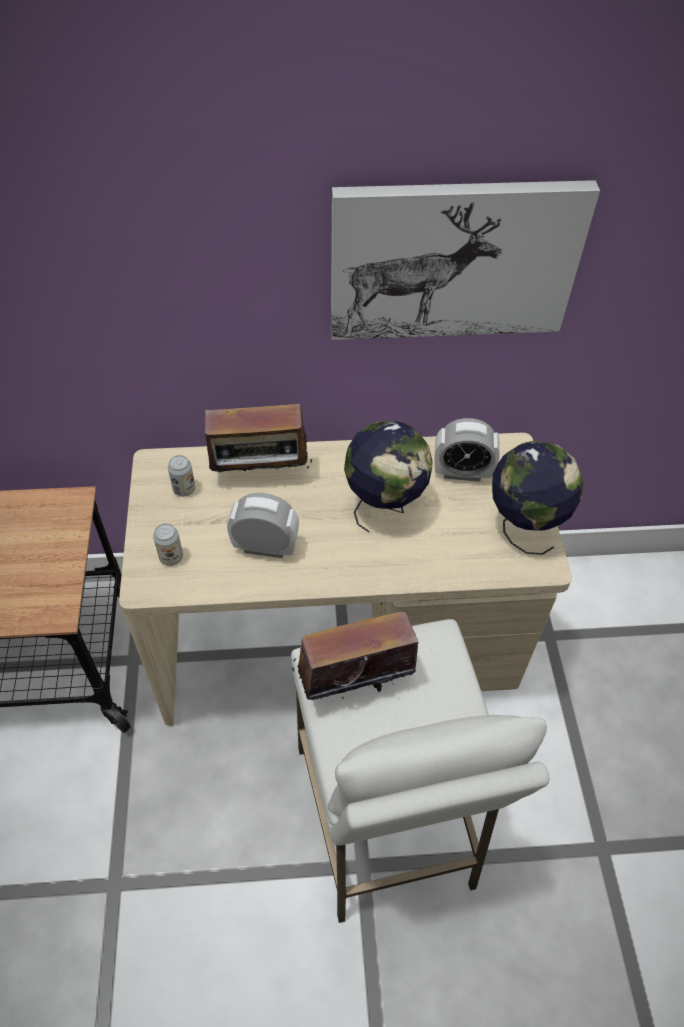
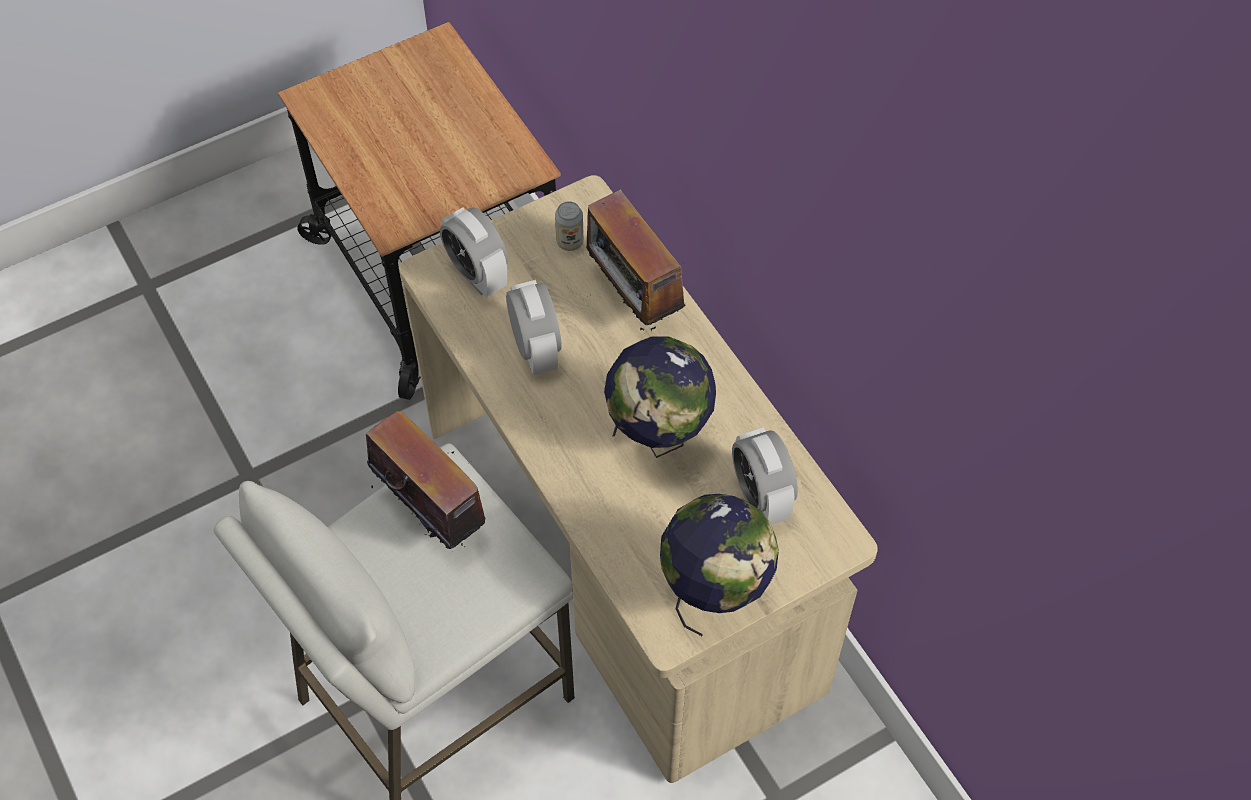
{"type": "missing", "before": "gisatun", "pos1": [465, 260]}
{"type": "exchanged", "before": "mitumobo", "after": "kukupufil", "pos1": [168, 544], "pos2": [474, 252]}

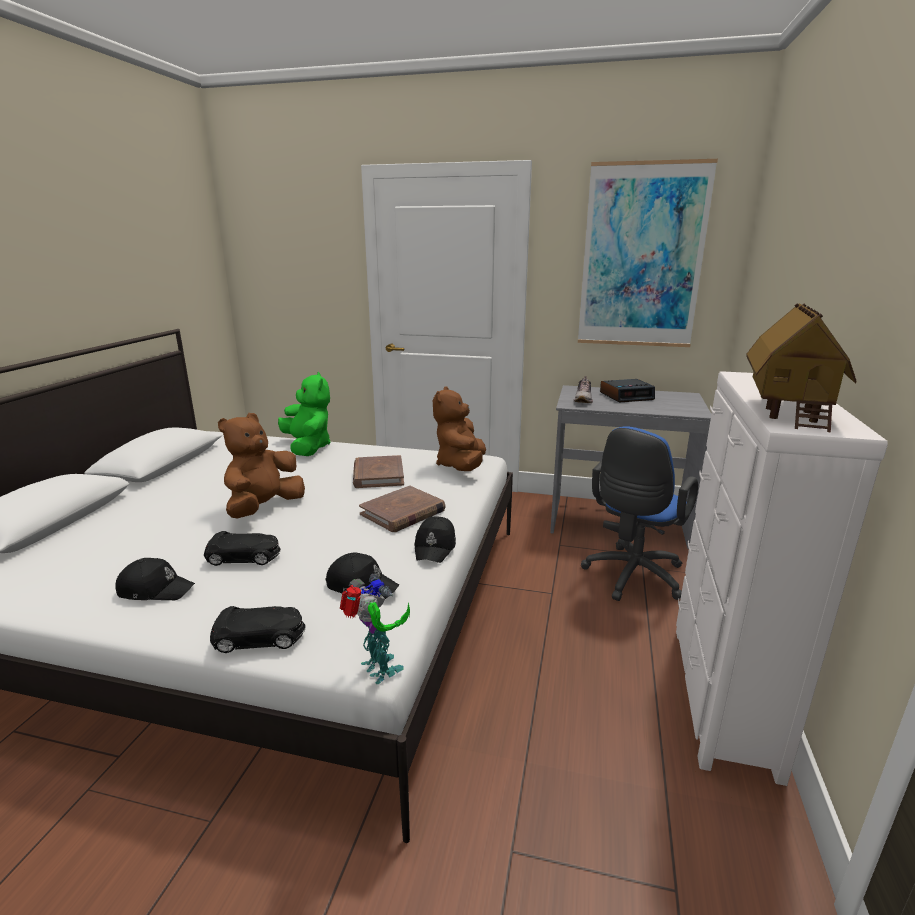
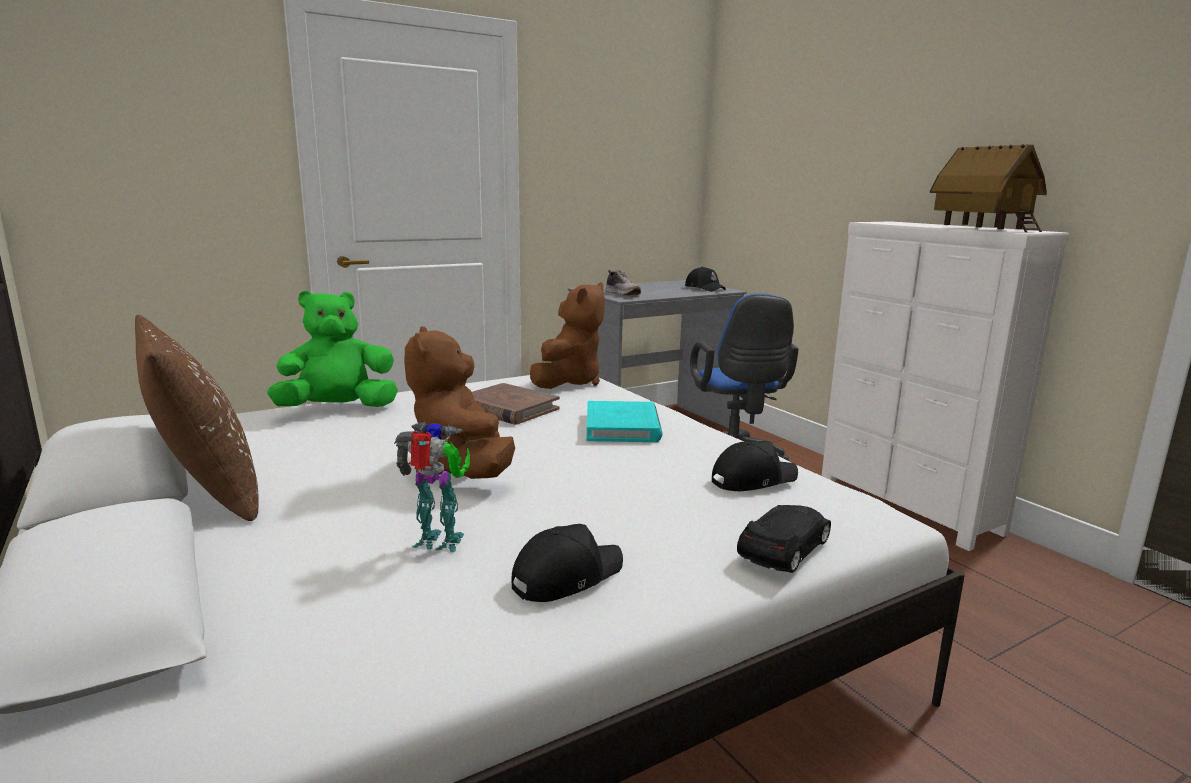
{"type": "missing", "before": "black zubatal", "pos1": [242, 548]}
{"type": "missing", "before": "gisatun", "pos1": [648, 253]}
{"type": "missing", "before": "kukupufil", "pos1": [627, 391]}
{"type": "appeared", "after": "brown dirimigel", "pos2": [197, 418]}
{"type": "relocated", "before": "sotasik", "pos1": [375, 629], "pos2": [432, 487]}
{"type": "relocated", "before": "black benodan", "pos1": [435, 540], "pos2": [705, 279]}
{"type": "colour", "before": "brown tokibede", "after": "turquoise tokibede", "pos1": [402, 509], "pos2": [624, 421]}
{"type": "spun", "before": "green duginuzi", "pos1": [304, 414], "pos2": [332, 348], "turn": -45}
{"type": "spun", "before": "brown duginuzi", "pos1": [459, 428], "pos2": [567, 335], "turn": -120}

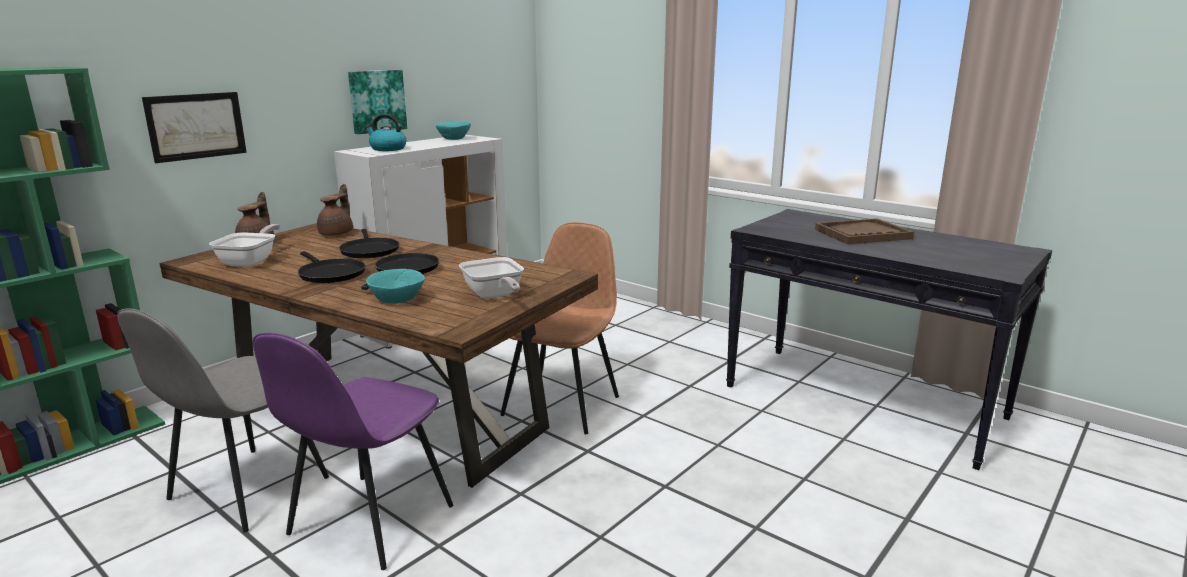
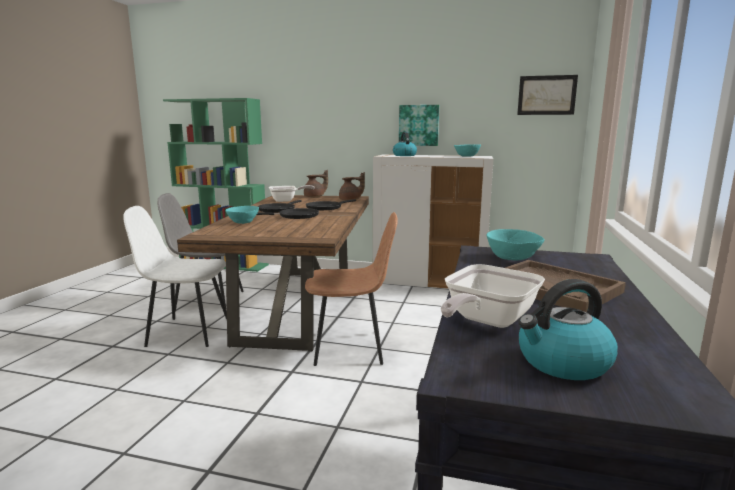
{"type": "appeared", "after": "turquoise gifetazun", "pos2": [515, 244]}
{"type": "appeared", "after": "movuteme", "pos2": [568, 329]}
{"type": "relocated", "before": "gisatun", "pos1": [194, 127], "pos2": [547, 95]}
{"type": "relocated", "before": "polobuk", "pos1": [491, 278], "pos2": [493, 296]}
{"type": "colour", "before": "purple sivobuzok", "after": "white sivobuzok", "pos1": [353, 451], "pos2": [175, 276]}

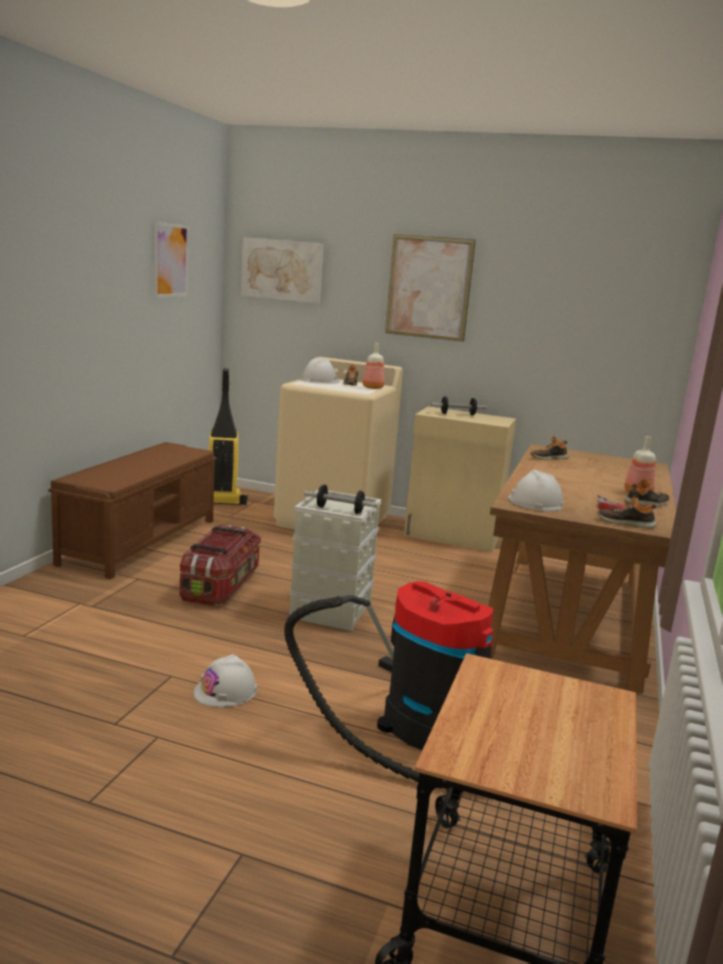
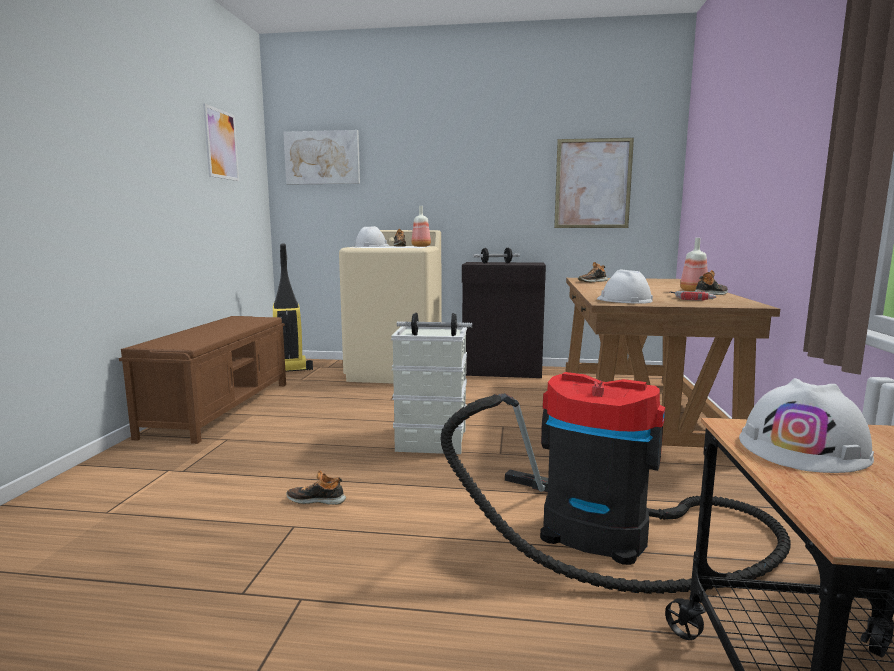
{"type": "missing", "before": "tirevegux", "pos1": [220, 565]}
{"type": "relocated", "before": "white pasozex", "pos1": [225, 680], "pos2": [806, 425]}
{"type": "relocated", "before": "gisatun", "pos1": [430, 288], "pos2": [594, 183]}
{"type": "relocated", "before": "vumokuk", "pos1": [627, 511], "pos2": [316, 488]}
{"type": "colour", "before": "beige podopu", "after": "black podopu", "pos1": [460, 479], "pos2": [504, 320]}

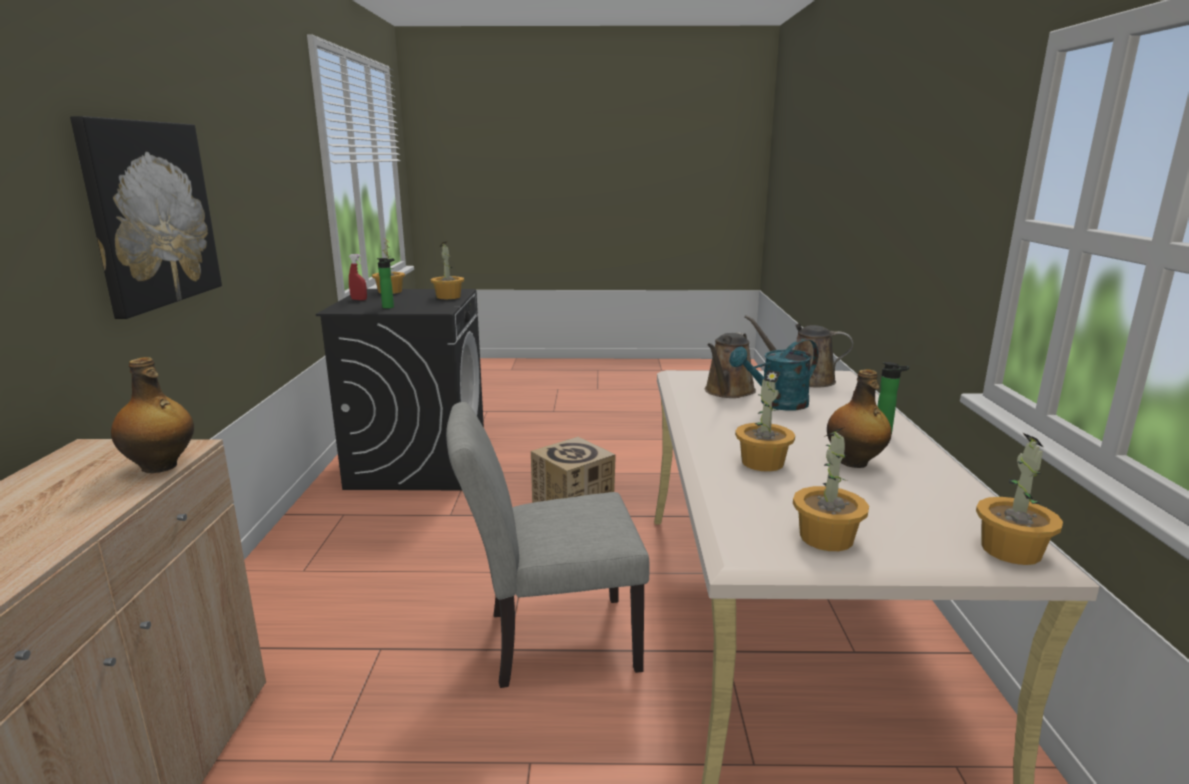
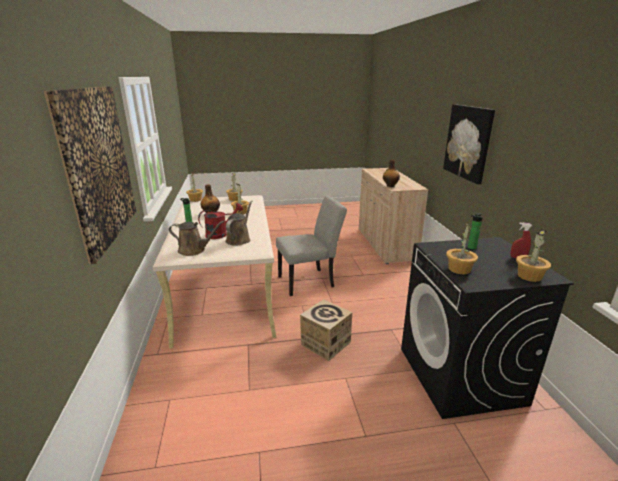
{"type": "appeared", "after": "gisatun", "pos2": [90, 175]}
{"type": "colour", "before": "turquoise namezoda", "after": "red namezoda", "pos1": [773, 374], "pos2": [220, 221]}

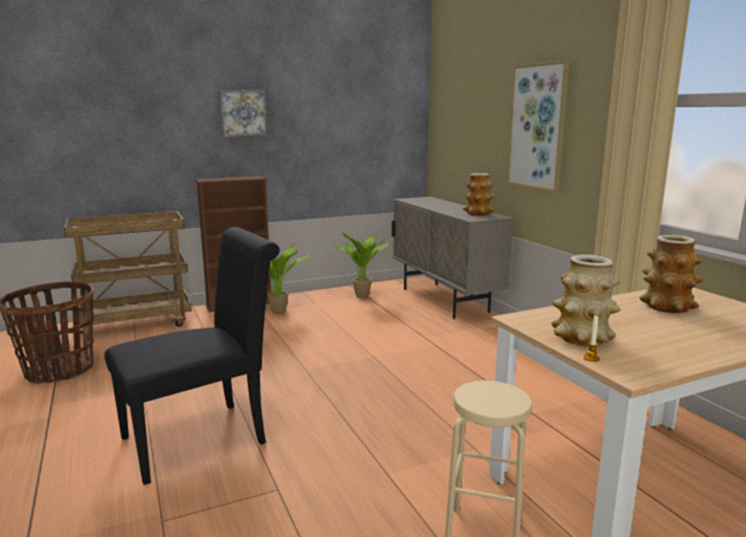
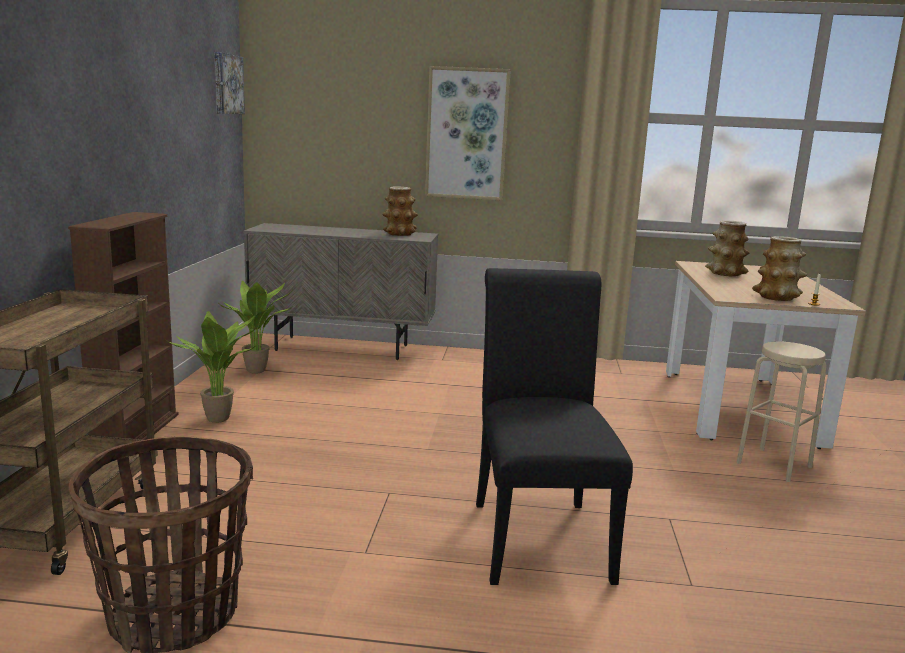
{"type": "relocated", "before": "gisatun", "pos1": [243, 113], "pos2": [229, 83]}

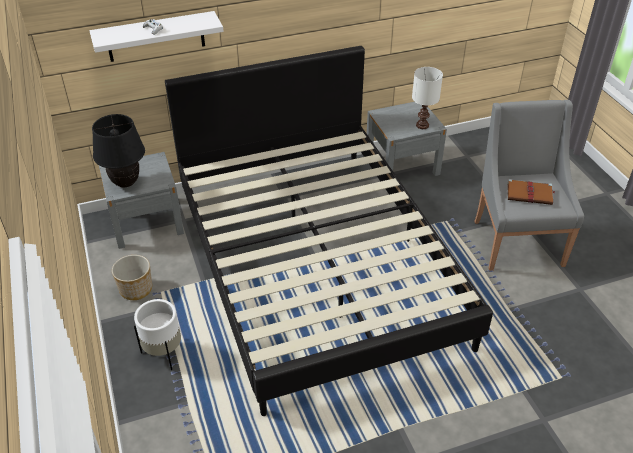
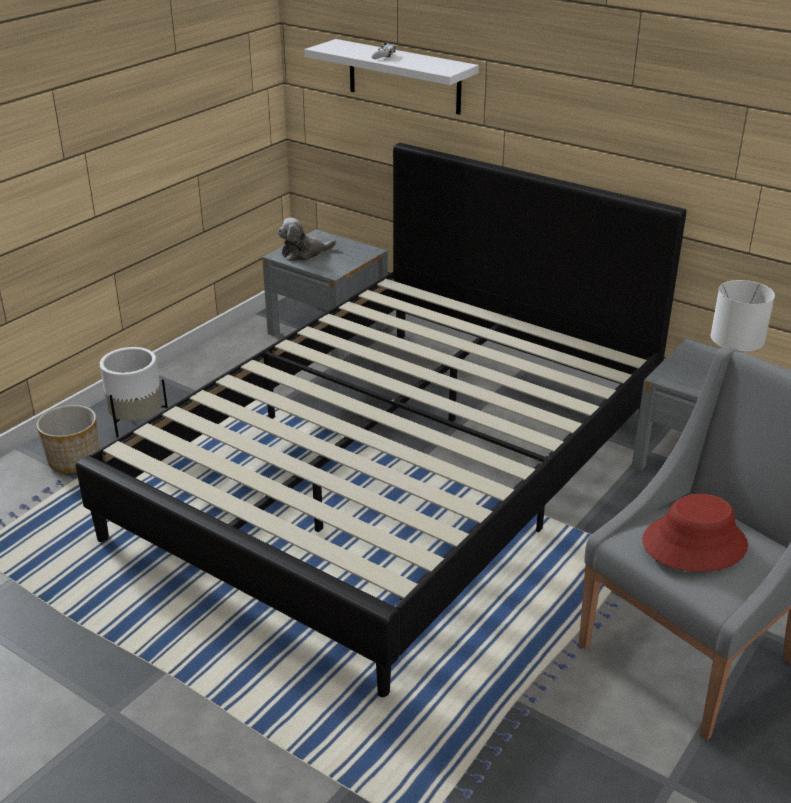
{"type": "relocated", "before": "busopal", "pos1": [132, 277], "pos2": [68, 439]}
{"type": "exchanged", "before": "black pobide", "after": "duginuzi", "pos1": [118, 151], "pos2": [307, 239]}
{"type": "exchanged", "before": "brown tokibede", "after": "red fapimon", "pos1": [531, 192], "pos2": [695, 533]}

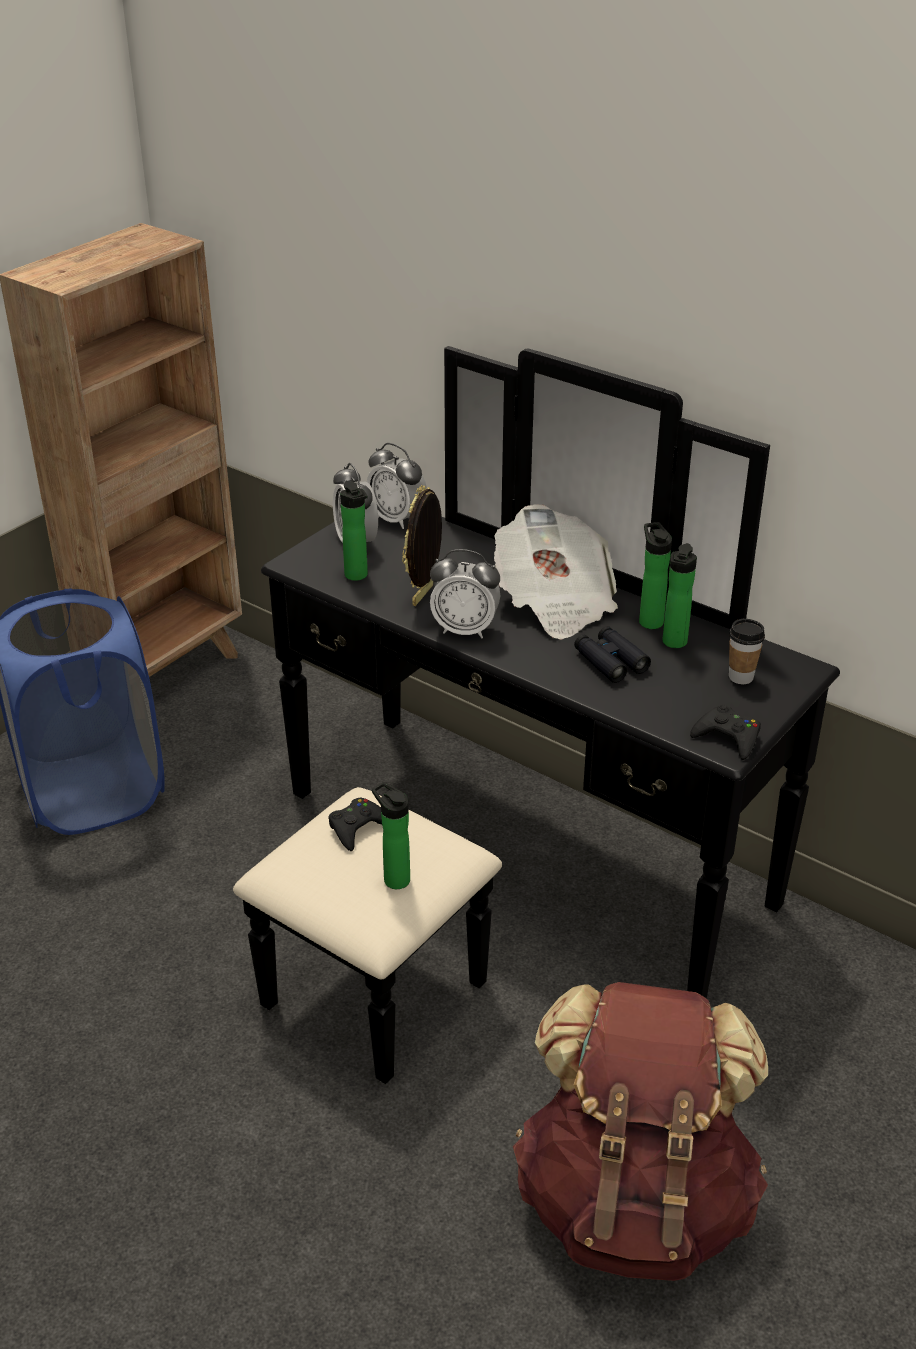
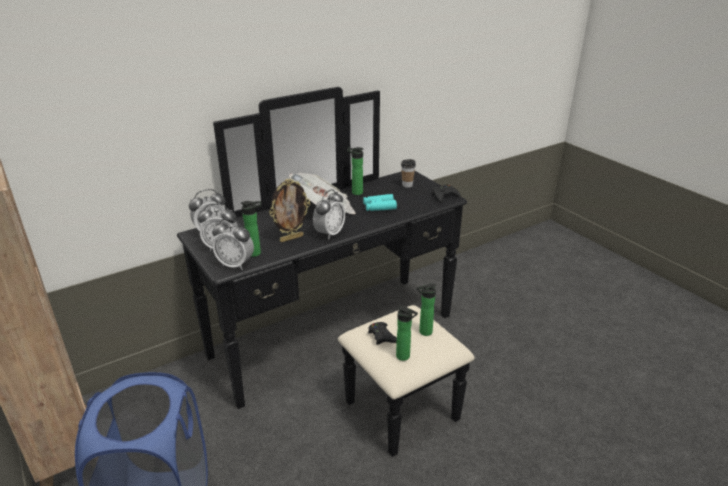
{"type": "missing", "before": "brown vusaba", "pos1": [640, 1131]}
{"type": "appeared", "after": "kukupufil", "pos2": [233, 244]}
{"type": "relocated", "before": "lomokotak", "pos1": [680, 595], "pos2": [407, 333]}
{"type": "colour", "before": "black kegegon", "after": "turquoise kegegon", "pos1": [612, 654], "pos2": [380, 202]}
{"type": "spun", "before": "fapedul", "pos1": [422, 545], "pos2": [289, 210], "turn": -75}

